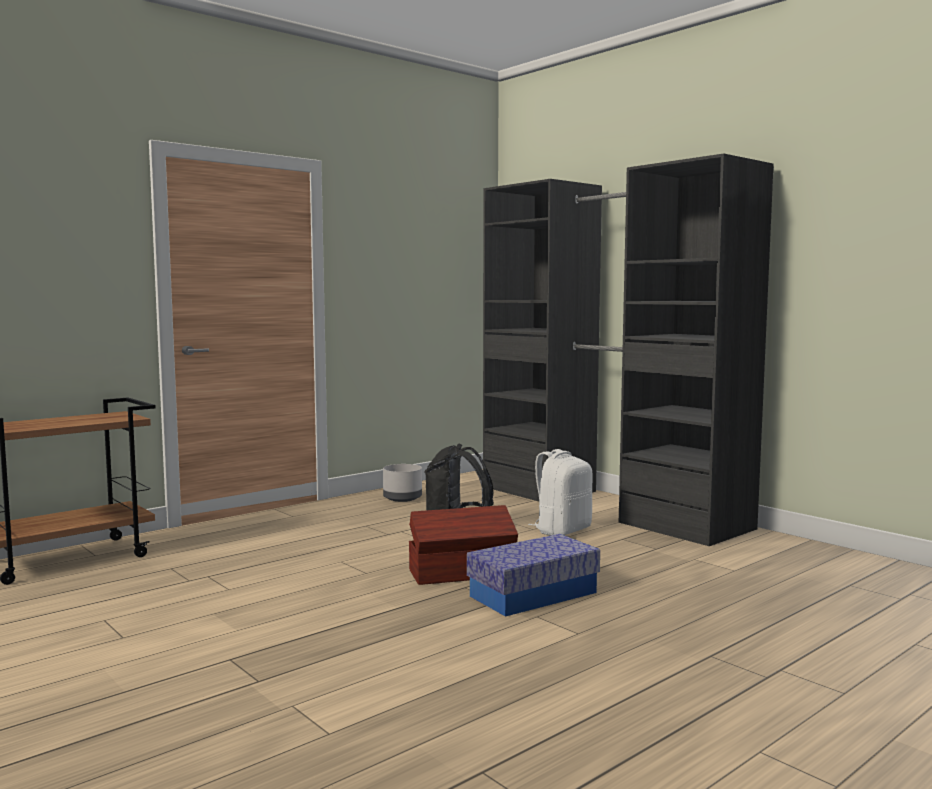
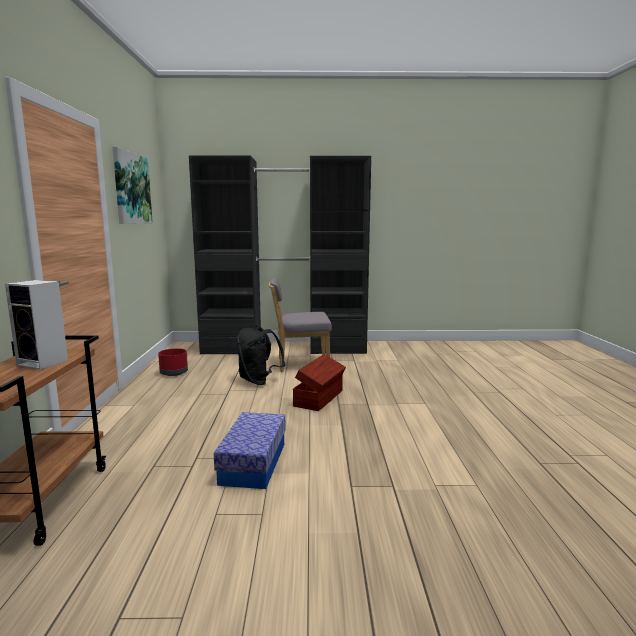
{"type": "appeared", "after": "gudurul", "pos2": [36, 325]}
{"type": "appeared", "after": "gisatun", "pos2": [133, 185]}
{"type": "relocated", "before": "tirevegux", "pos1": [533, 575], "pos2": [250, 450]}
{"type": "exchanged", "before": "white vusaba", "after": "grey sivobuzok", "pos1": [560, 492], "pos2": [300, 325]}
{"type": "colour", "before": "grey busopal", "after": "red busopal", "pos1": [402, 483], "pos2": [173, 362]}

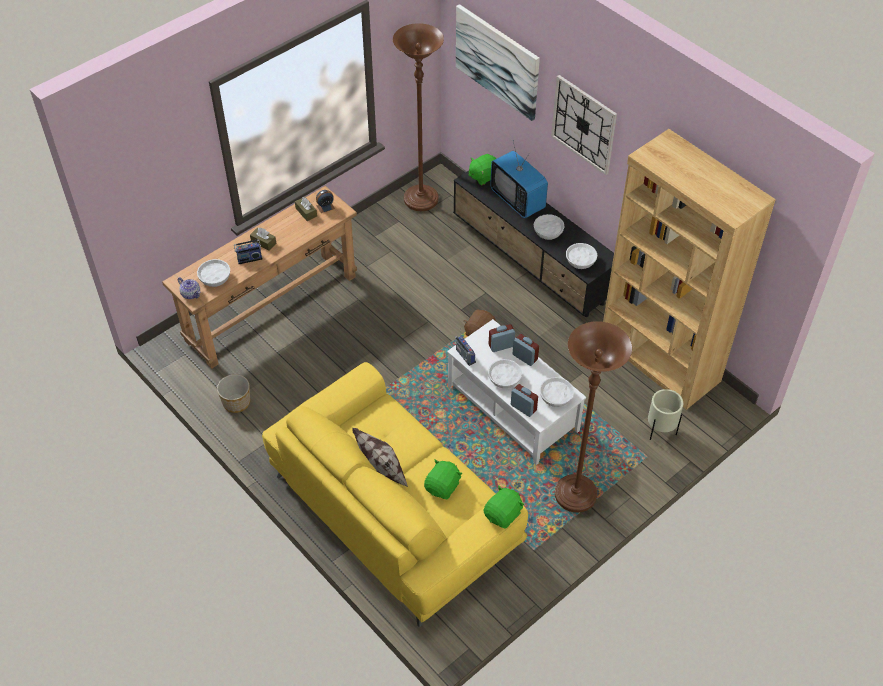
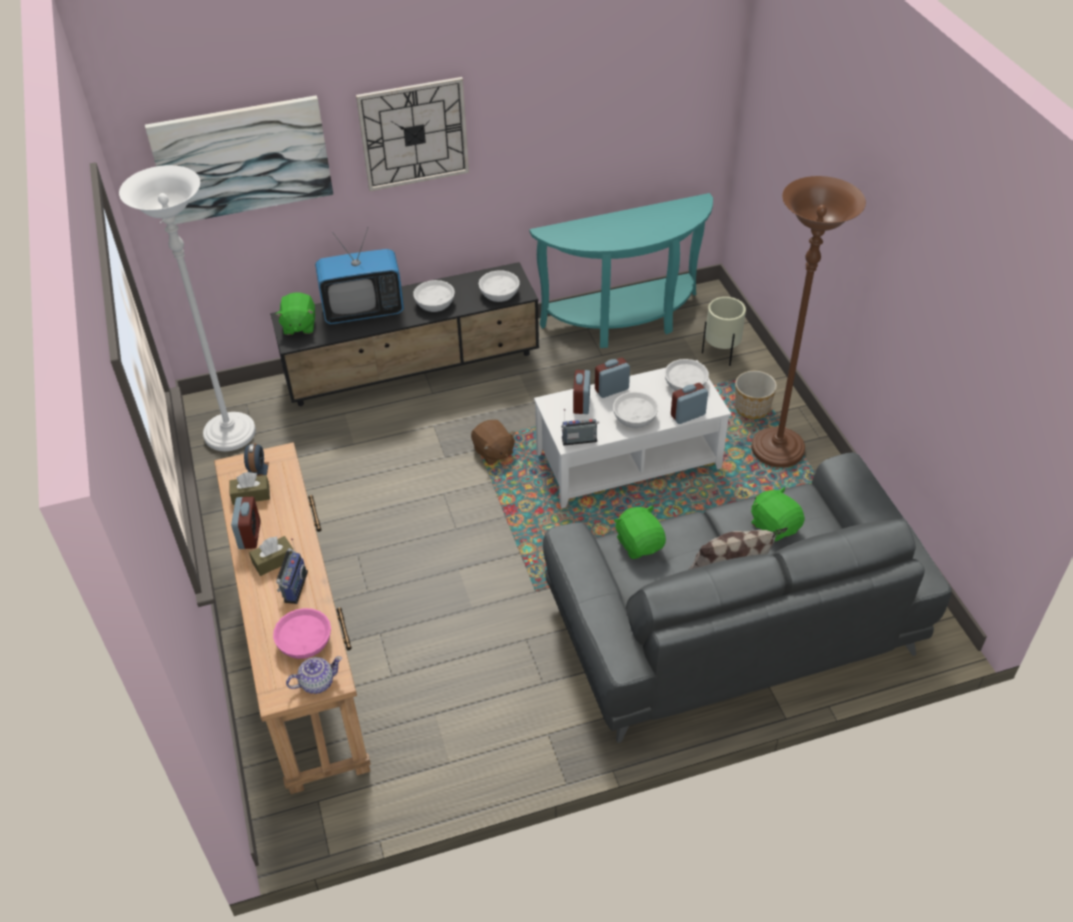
{"type": "appeared", "after": "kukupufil", "pos2": [246, 523]}
{"type": "relocated", "before": "busopal", "pos1": [233, 393], "pos2": [756, 395]}
{"type": "relocated", "before": "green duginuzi", "pos1": [504, 507], "pos2": [640, 532]}
{"type": "exchanged", "before": "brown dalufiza", "after": "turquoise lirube", "pos1": [689, 269], "pos2": [621, 270]}
{"type": "colour", "before": "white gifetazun", "after": "pink gifetazun", "pos1": [213, 273], "pos2": [302, 633]}
{"type": "colour", "before": "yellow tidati", "after": "grey tidati", "pos1": [395, 494], "pos2": [747, 597]}
{"type": "colour", "before": "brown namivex", "after": "white namivex", "pos1": [418, 117], "pos2": [187, 308]}

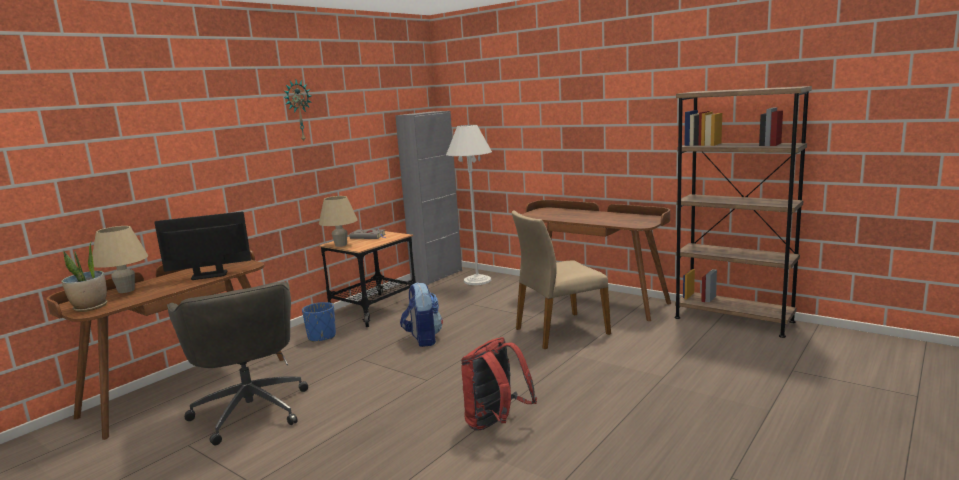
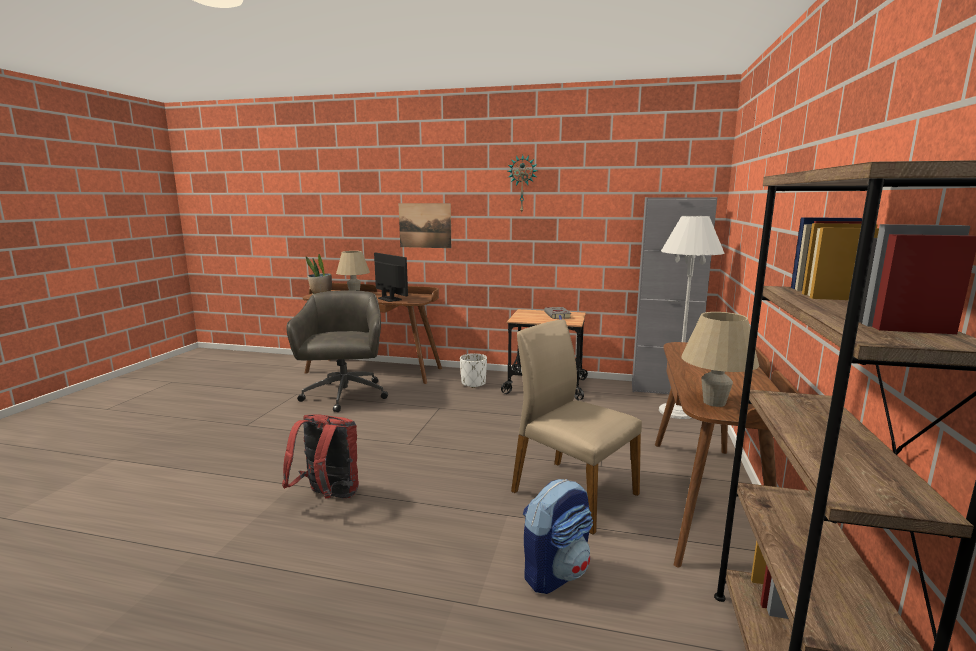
{"type": "appeared", "after": "gisatun", "pos2": [425, 225]}
{"type": "relocated", "before": "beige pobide", "pos1": [338, 221], "pos2": [720, 359]}
{"type": "relocated", "before": "vusaba", "pos1": [421, 314], "pos2": [558, 536]}
{"type": "colour", "before": "blue busopal", "after": "white busopal", "pos1": [319, 322], "pos2": [473, 370]}
{"type": "spun", "before": "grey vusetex", "pos1": [237, 363], "pos2": [337, 351], "turn": 135}

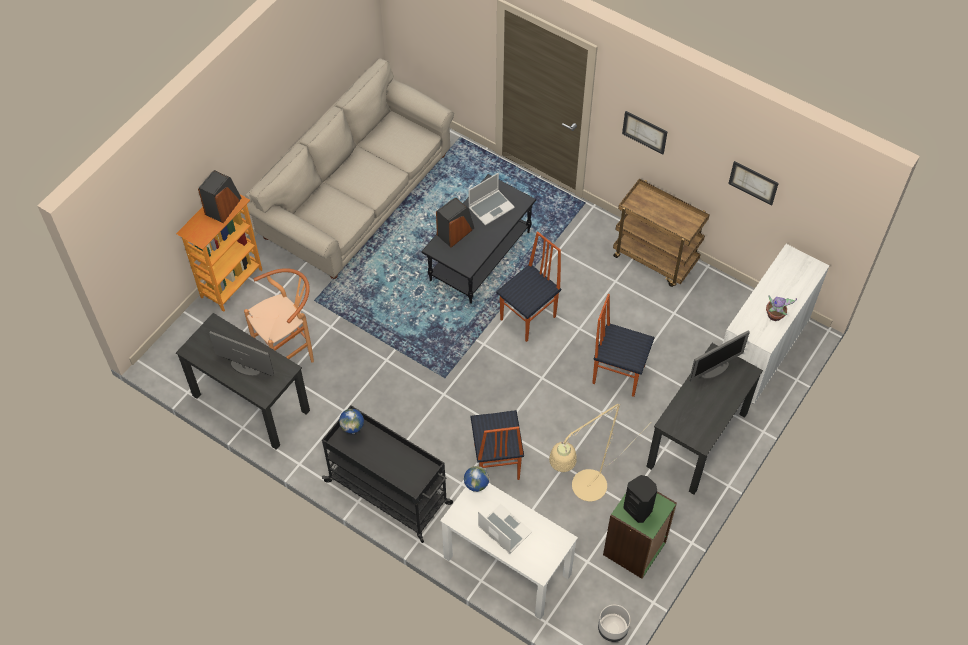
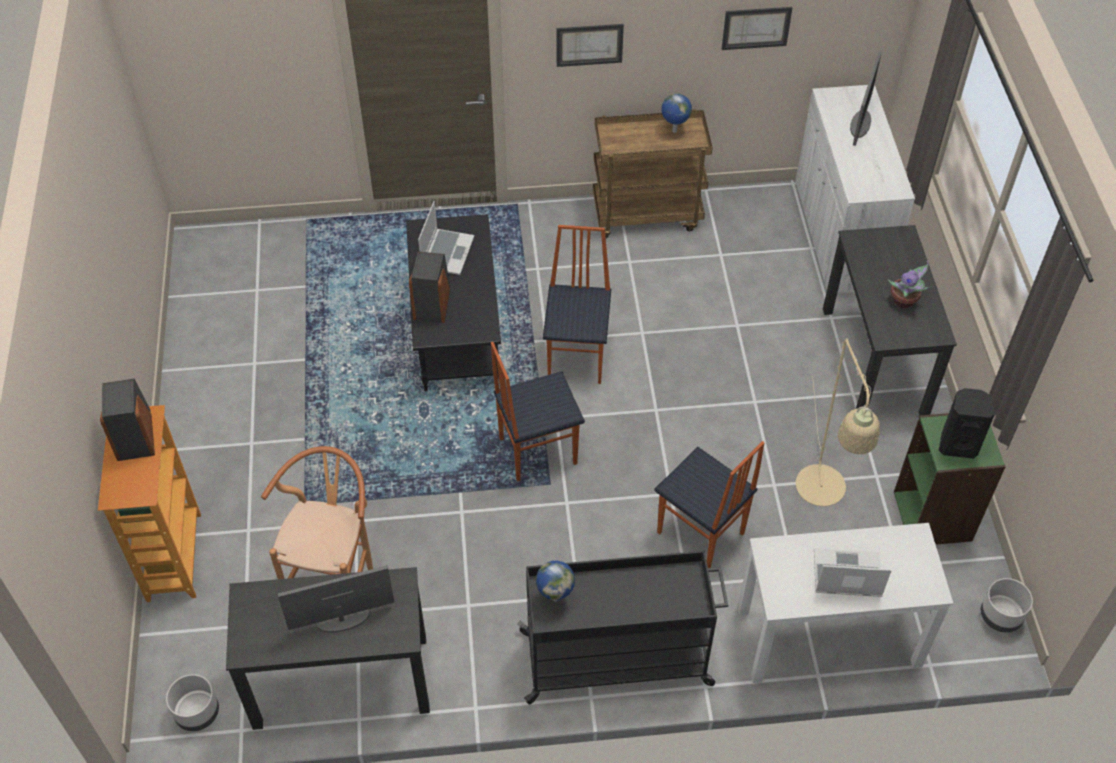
{"type": "missing", "before": "beige tidati", "pos1": [350, 168]}
{"type": "appeared", "after": "grey busopal", "pos2": [192, 702]}
{"type": "relocated", "before": "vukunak", "pos1": [476, 479], "pos2": [676, 113]}
{"type": "relocated", "before": "sivobuzok", "pos1": [623, 345], "pos2": [538, 412]}
{"type": "relocated", "before": "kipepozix", "pos1": [719, 356], "pos2": [866, 98]}
{"type": "relocated", "before": "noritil", "pos1": [781, 308], "pos2": [908, 284]}

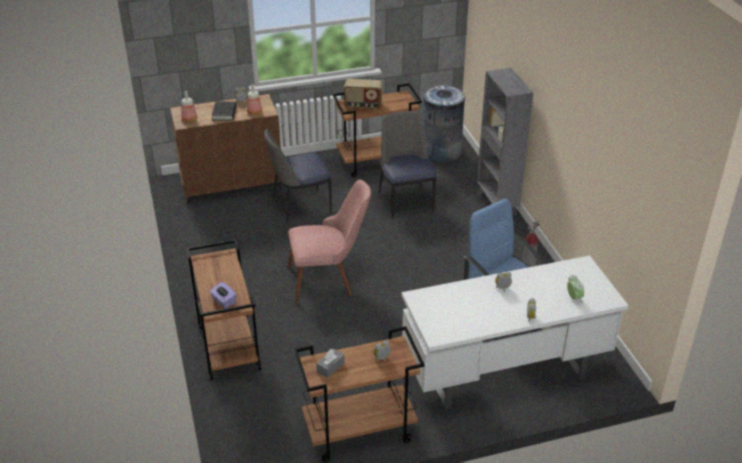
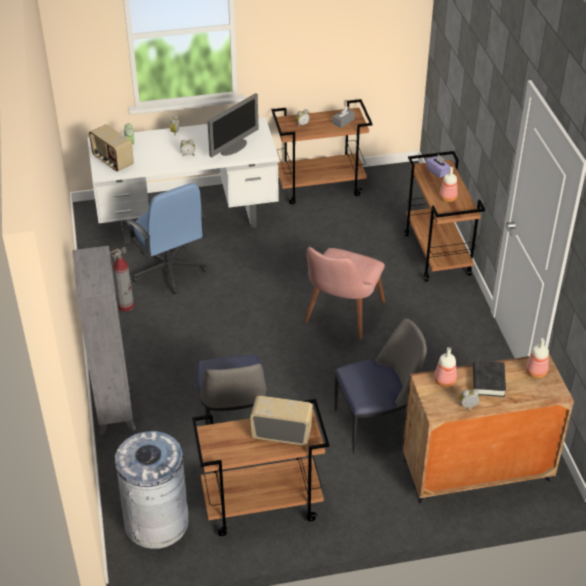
{"type": "appeared", "after": "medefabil", "pos2": [111, 148]}
{"type": "appeared", "after": "kipepozix", "pos2": [233, 125]}
{"type": "appeared", "after": "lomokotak", "pos2": [448, 184]}
{"type": "spun", "before": "pink sivobuzok", "pos1": [329, 242], "pos2": [344, 293], "turn": -60}

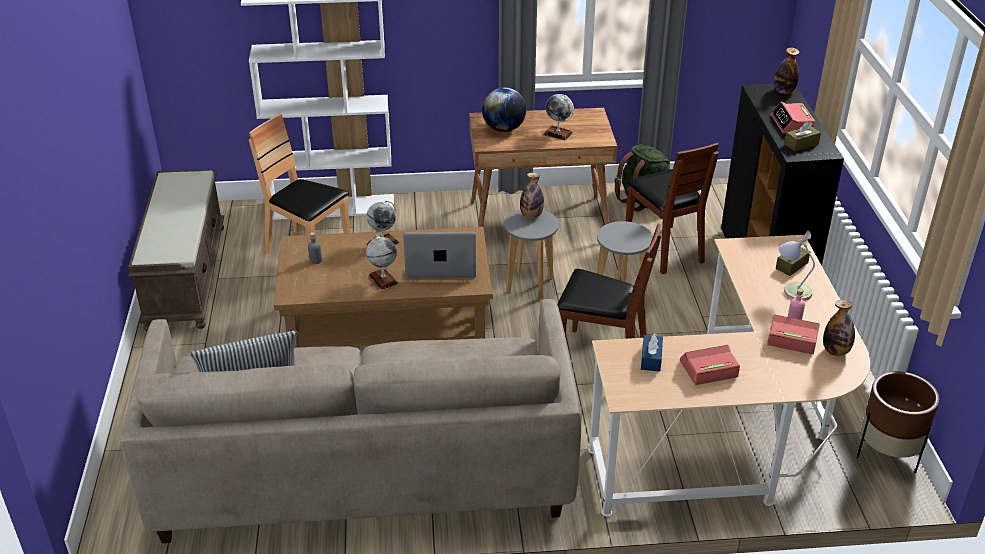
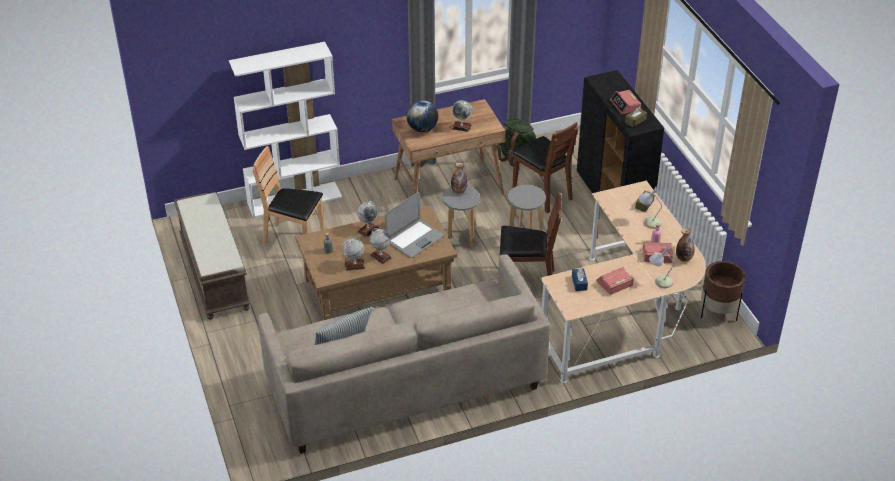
{"type": "missing", "before": "lomokotak", "pos1": [786, 71]}
{"type": "appeared", "after": "vukunak", "pos2": [353, 254]}
{"type": "appeared", "after": "pobide", "pos2": [661, 266]}
{"type": "spun", "before": "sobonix", "pos1": [439, 255], "pos2": [414, 225], "turn": 150}

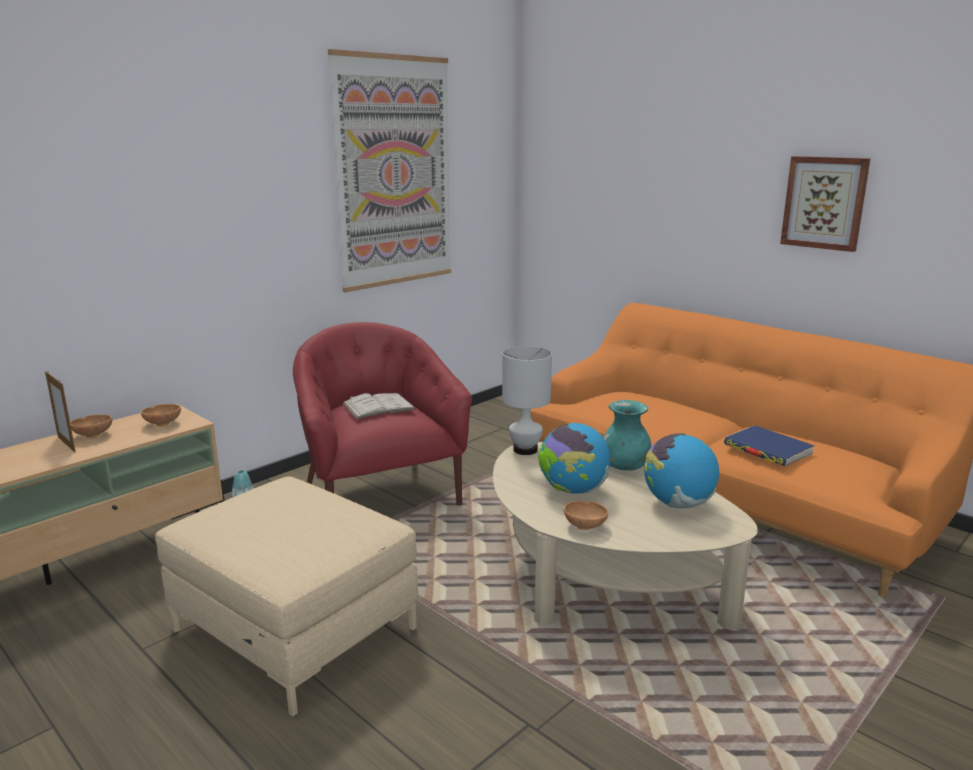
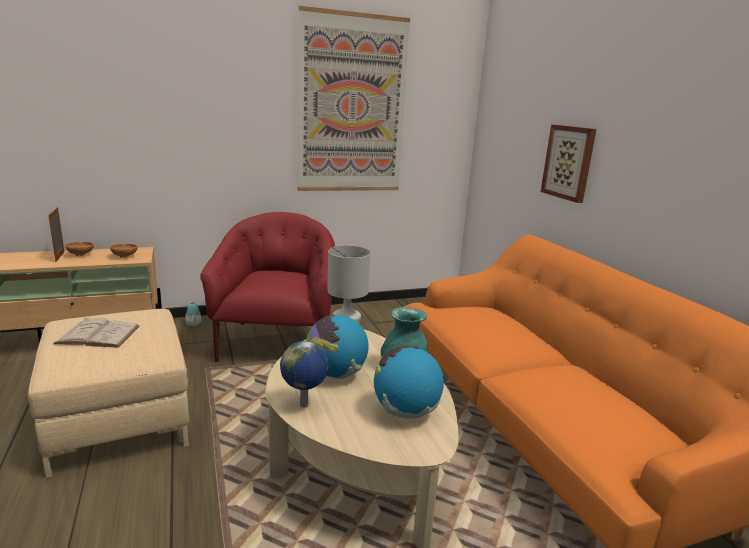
{"type": "missing", "before": "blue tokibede", "pos1": [769, 445]}
{"type": "relocated", "before": "white tokibede", "pos1": [379, 406], "pos2": [96, 333]}
{"type": "relocated", "before": "gisatun", "pos1": [825, 204], "pos2": [568, 163]}
{"type": "exchanged", "before": "brown gifetazun", "after": "vukunak", "pos1": [586, 515], "pos2": [304, 374]}

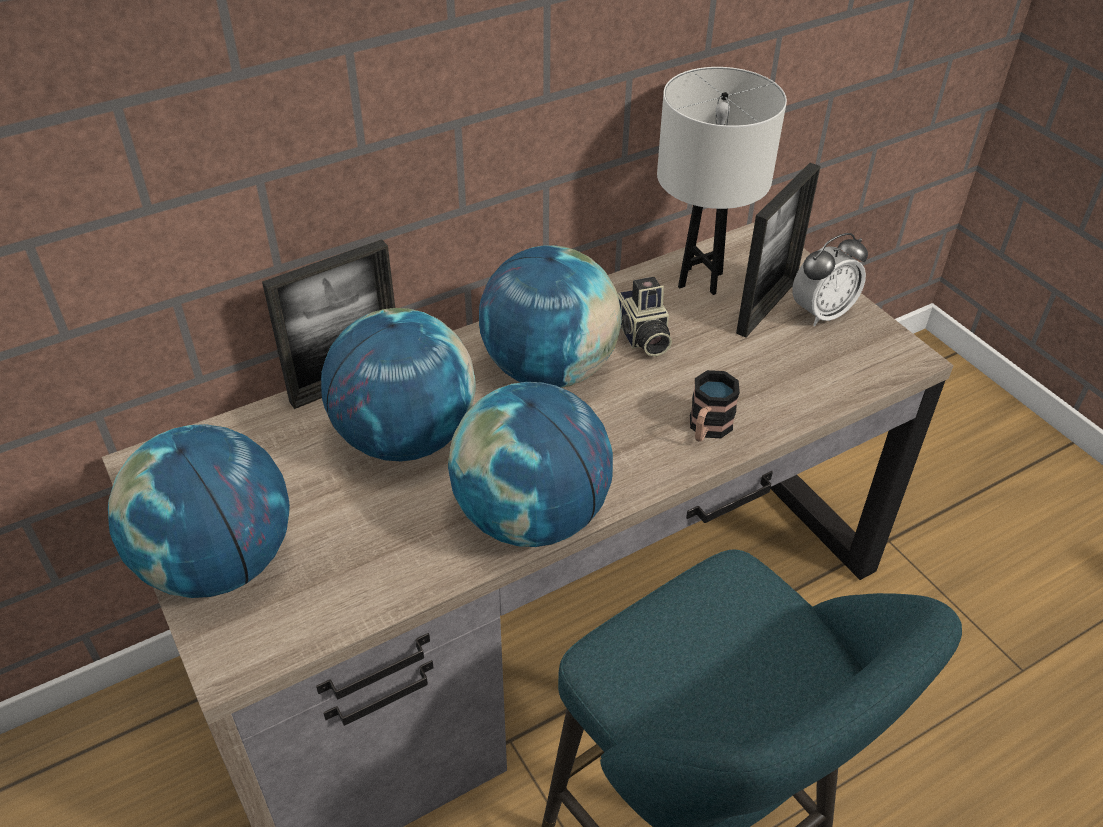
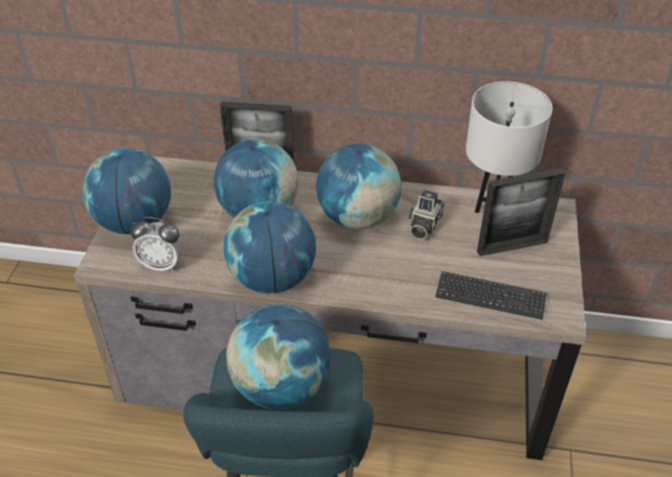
{"type": "missing", "before": "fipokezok", "pos1": [715, 406]}
{"type": "appeared", "after": "vukunak", "pos2": [278, 356]}
{"type": "appeared", "after": "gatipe", "pos2": [491, 295]}
{"type": "relocated", "before": "kukupufil", "pos1": [830, 279], "pos2": [157, 244]}

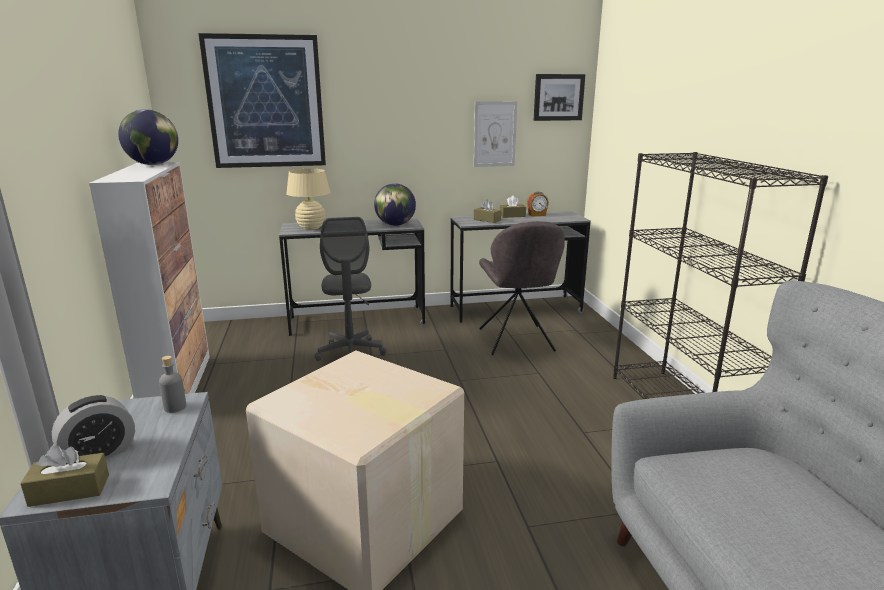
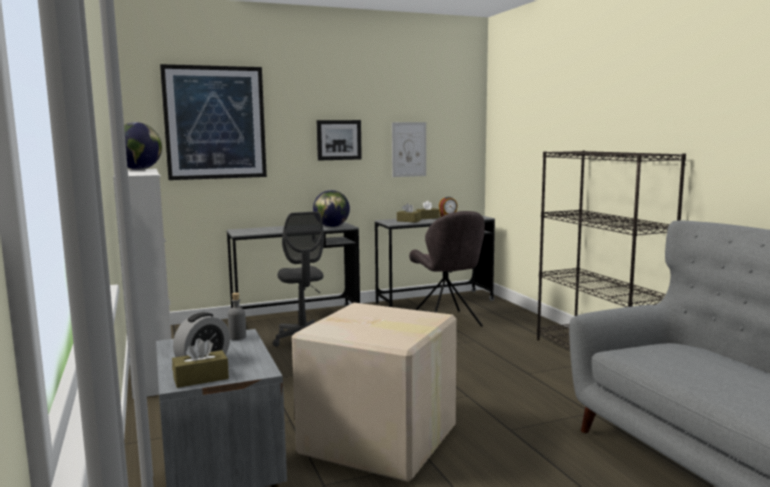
{"type": "missing", "before": "beige pobide", "pos1": [308, 199]}
{"type": "relocated", "before": "gisatun", "pos1": [559, 97], "pos2": [339, 140]}

